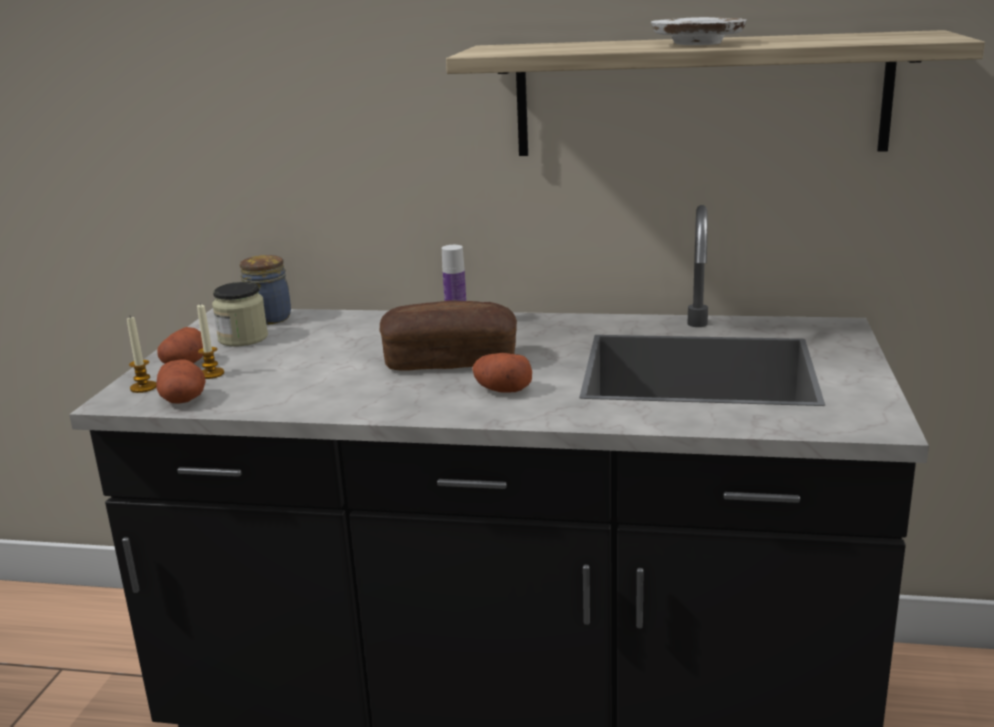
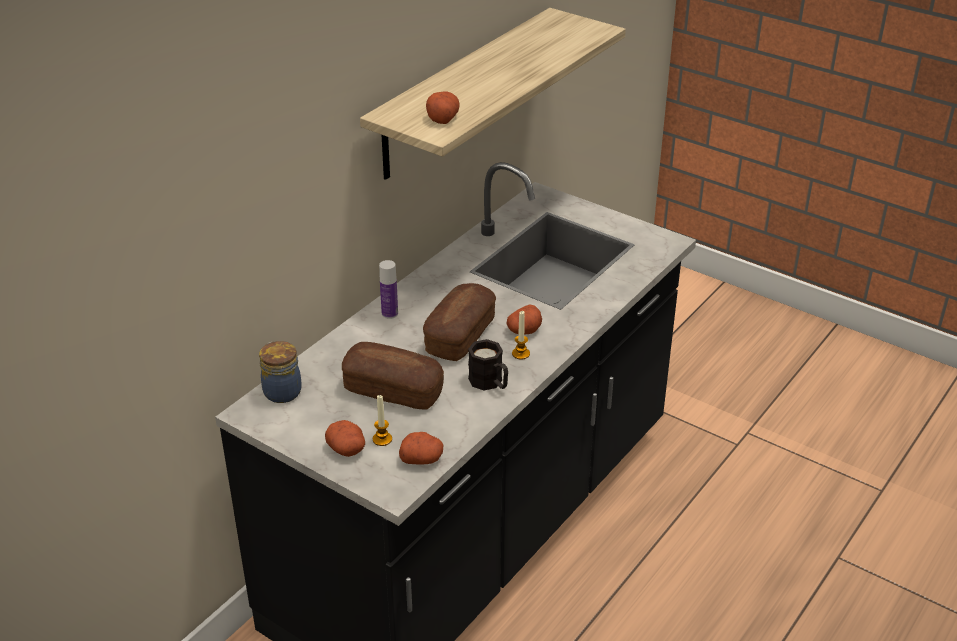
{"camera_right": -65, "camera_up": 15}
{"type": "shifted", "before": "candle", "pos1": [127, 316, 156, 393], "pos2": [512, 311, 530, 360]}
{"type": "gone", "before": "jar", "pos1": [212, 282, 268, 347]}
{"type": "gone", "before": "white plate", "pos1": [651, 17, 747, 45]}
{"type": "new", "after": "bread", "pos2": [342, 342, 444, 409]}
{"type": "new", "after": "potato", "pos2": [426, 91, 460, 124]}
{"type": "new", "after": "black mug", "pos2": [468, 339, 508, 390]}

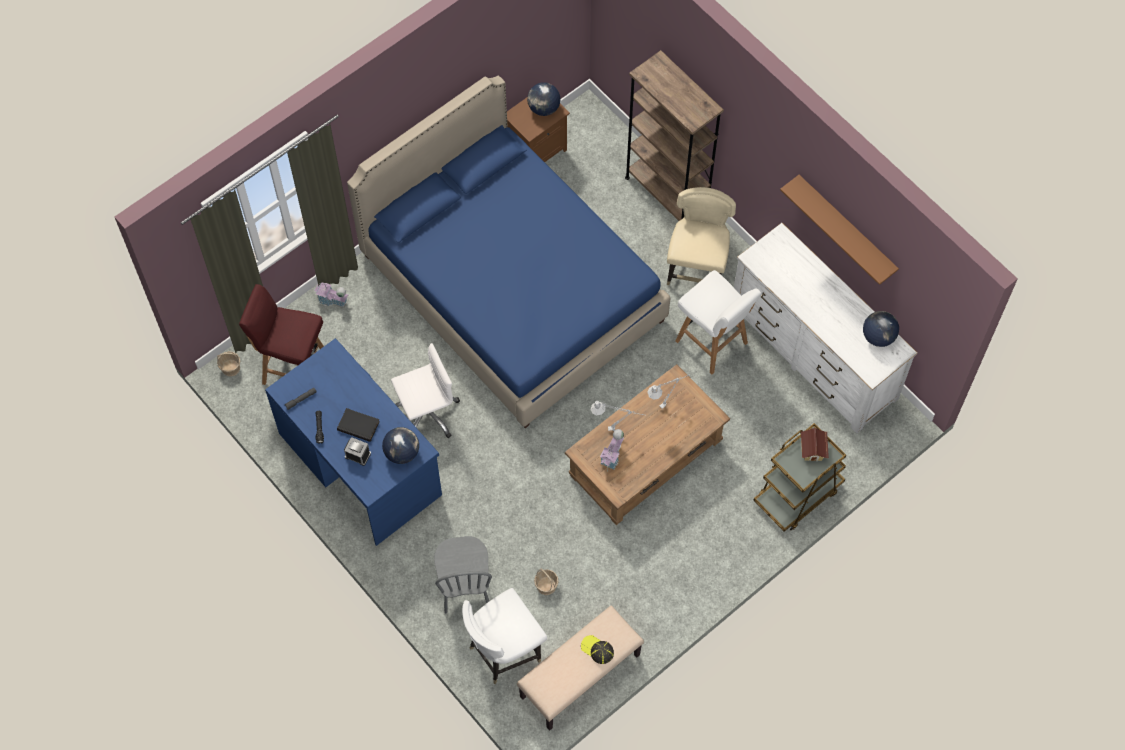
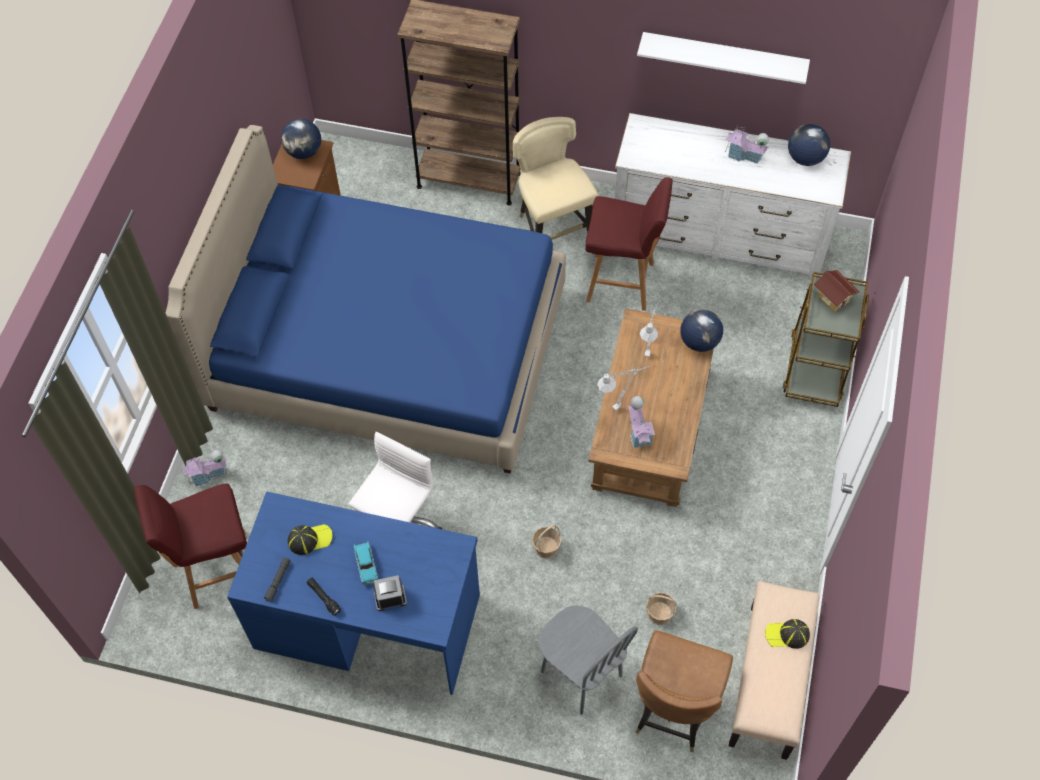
{"camera_right": -35, "camera_up": -5}
{"type": "shifted", "before": "basket", "pos1": [217, 351, 240, 376], "pos2": [532, 524, 561, 559]}
{"type": "swapped", "before": "black book", "after": "turquoise toy car", "pos1": [337, 408, 380, 442], "pos2": [353, 541, 378, 586]}
{"type": "shifted", "before": "globe", "pos1": [382, 427, 419, 464], "pos2": [680, 309, 723, 352]}
{"type": "repainted", "before": "white chair", "after": "brown chair", "pos1": [462, 588, 547, 685], "pos2": [636, 630, 733, 752]}
{"type": "repainted", "before": "white stool", "after": "red stool", "pos1": [675, 270, 761, 374], "pos2": [585, 177, 673, 311]}
{"type": "repainted", "before": "brown shelf", "after": "white shelf", "pos1": [780, 175, 899, 285], "pos2": [637, 32, 810, 84]}
{"type": "new", "after": "cap", "pos2": [288, 524, 333, 555]}
{"type": "new", "after": "toy house", "pos2": [725, 127, 769, 164]}

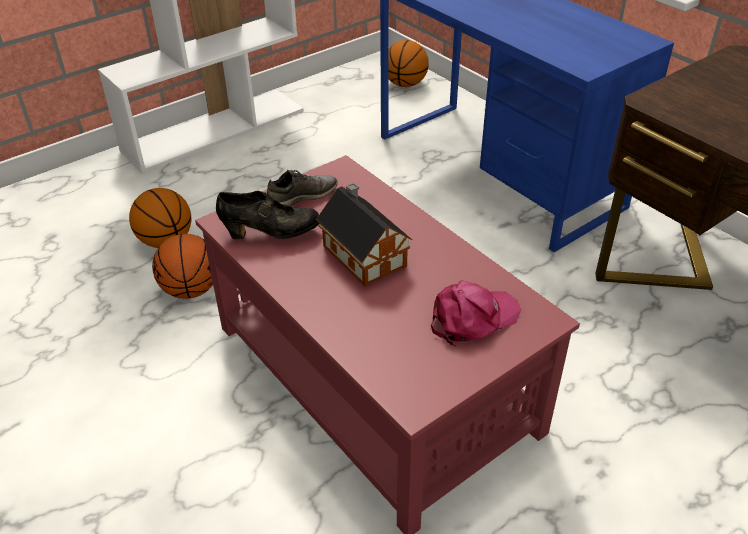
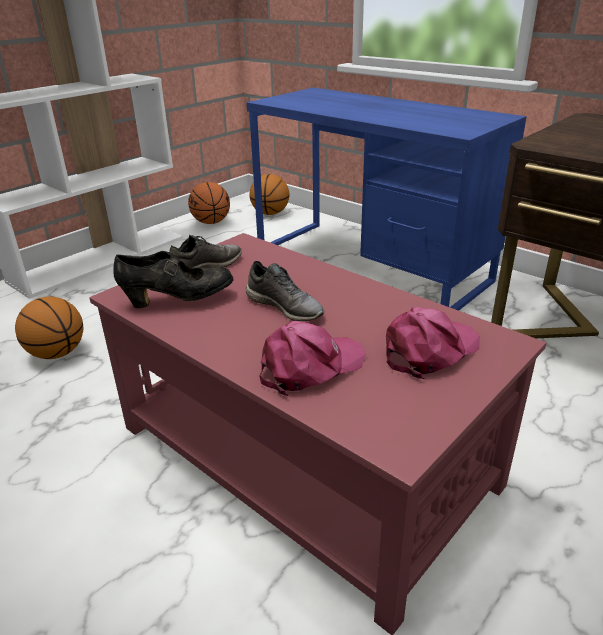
{"camera_right": -10, "camera_up": -10}
{"type": "shifted", "before": "basketball", "pos1": [152, 234, 213, 299], "pos2": [188, 182, 230, 224]}
{"type": "swapped", "before": "toy house", "after": "grey shoe", "pos1": [316, 183, 412, 287], "pos2": [246, 261, 324, 321]}
{"type": "new", "after": "pink cap", "pos2": [259, 321, 366, 396]}

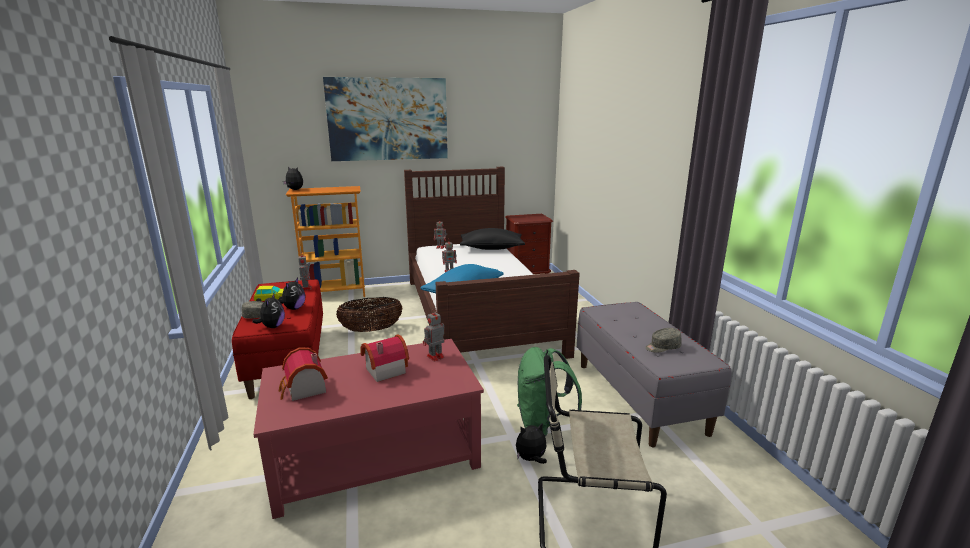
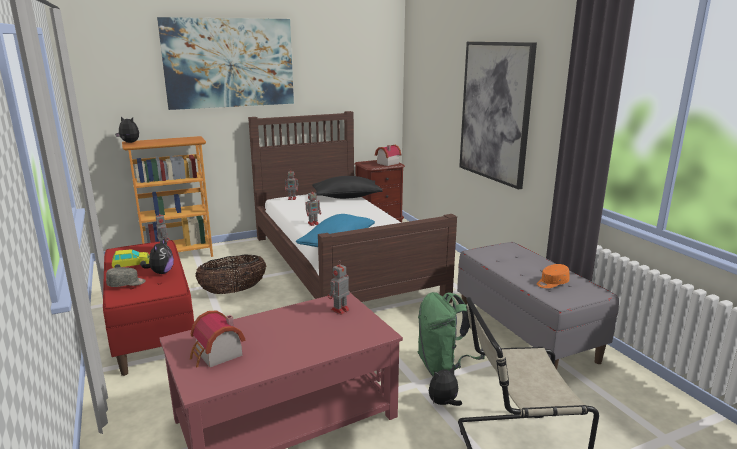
{"camera_right": -10, "camera_up": 0}
{"type": "gone", "before": "plush toy", "pos1": [252, 293, 285, 328]}
{"type": "shifted", "before": "toy house", "pos1": [360, 334, 409, 382], "pos2": [375, 145, 401, 166]}
{"type": "repainted", "before": "grey cap", "after": "orange cap", "pos1": [645, 328, 682, 352], "pos2": [537, 264, 570, 288]}
{"type": "new", "after": "picture", "pos2": [459, 42, 537, 190]}

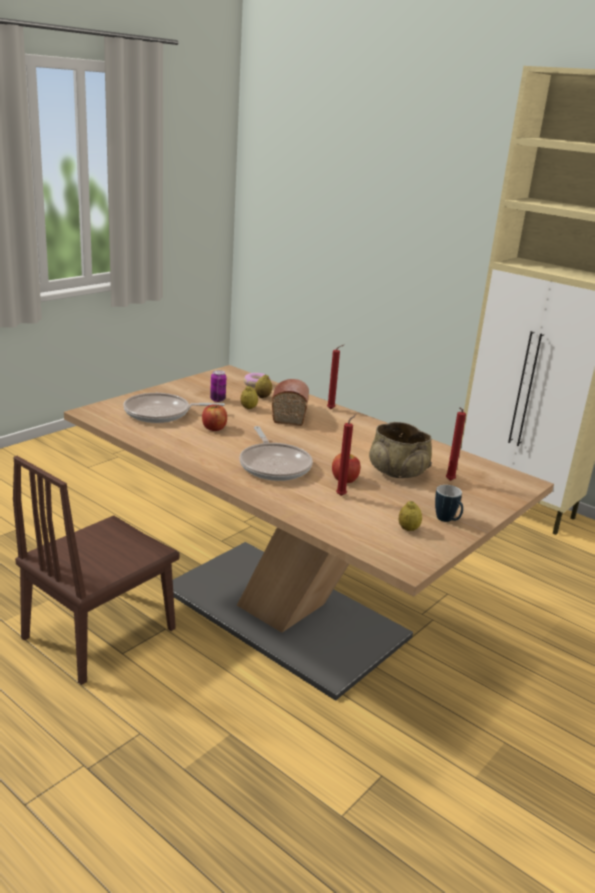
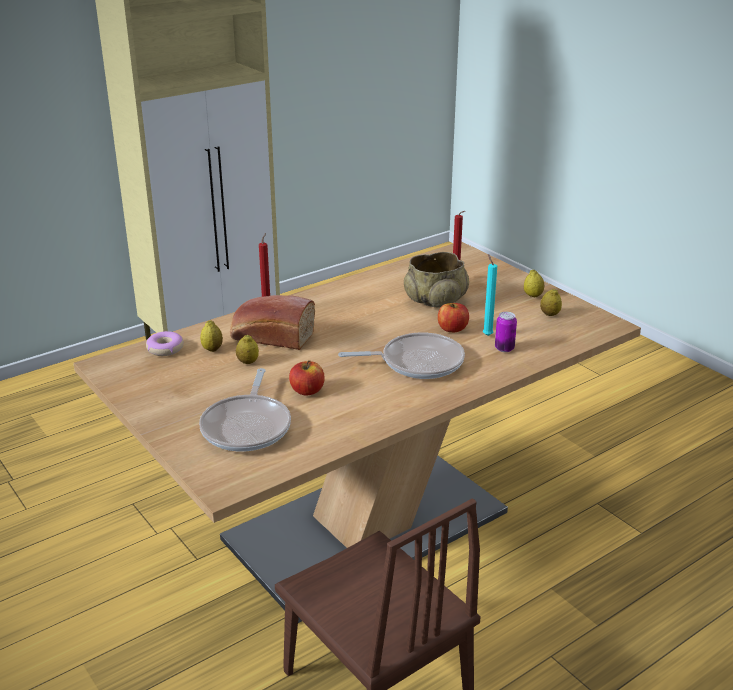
{"camera_right": -75, "camera_up": 5}
{"type": "shifted", "before": "can", "pos1": [210, 370, 226, 402], "pos2": [495, 312, 517, 352]}
{"type": "repainted", "before": "red candle", "after": "turquoise candle", "pos1": [336, 414, 356, 496], "pos2": [483, 254, 497, 336]}
{"type": "swapped", "before": "mug", "after": "lemon", "pos1": [435, 485, 463, 522], "pos2": [524, 270, 544, 297]}

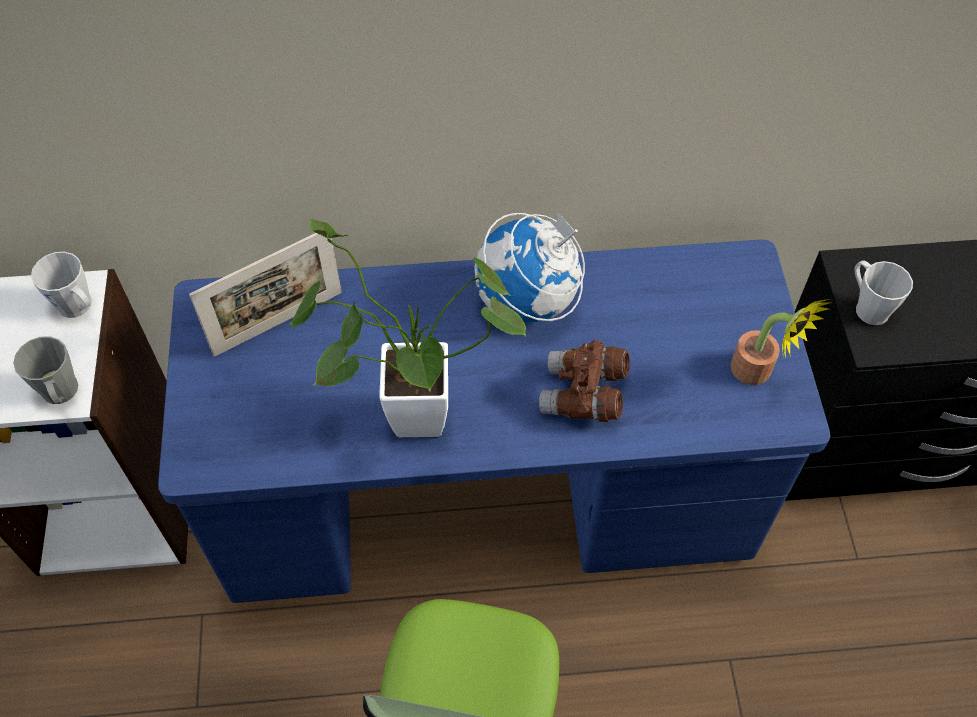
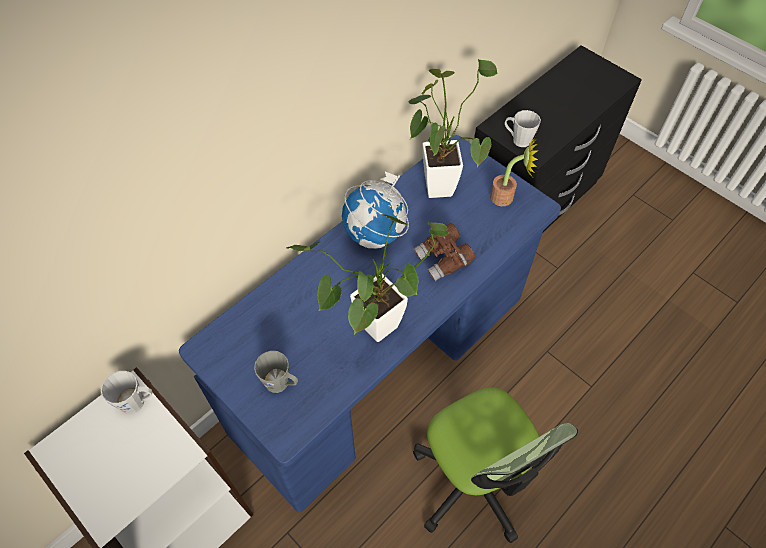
{"camera_right": -40, "camera_up": 0}
{"type": "shifted", "before": "grey mug", "pos1": [13, 336, 78, 404], "pos2": [254, 351, 298, 393]}
{"type": "gone", "before": "picture frame", "pos1": [189, 233, 342, 357]}
{"type": "new", "after": "potted plant", "pos2": [408, 59, 498, 198]}

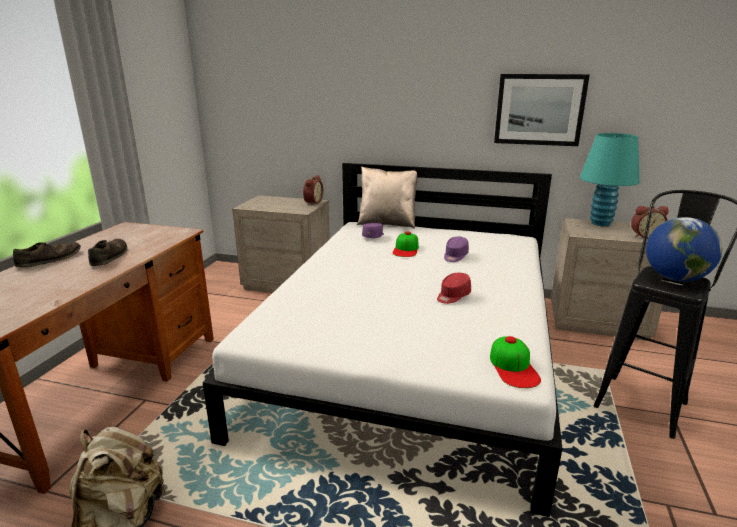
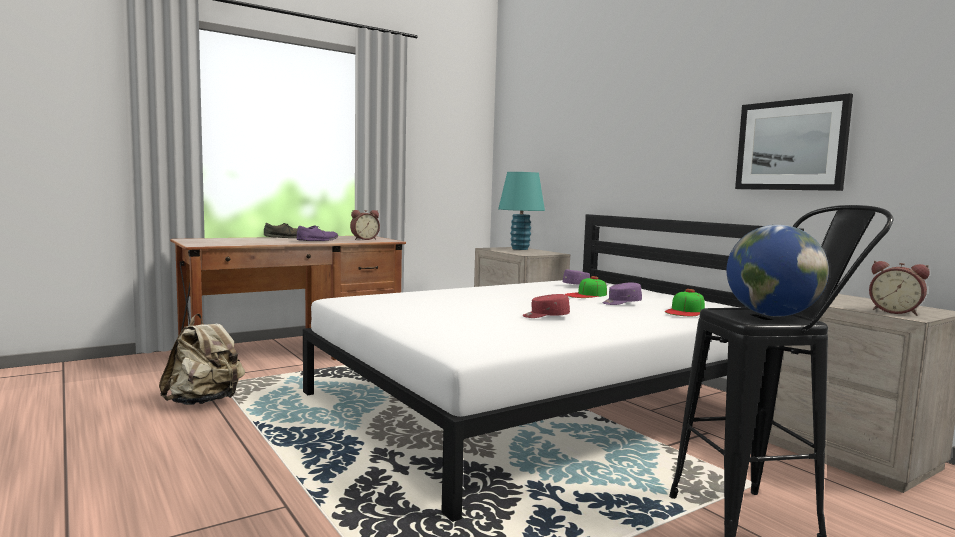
{"camera_right": 40, "camera_up": -15}
{"type": "repainted", "before": "brown shoe", "after": "purple shoe", "pos1": [88, 239, 127, 266], "pos2": [297, 225, 338, 241]}
{"type": "shifted", "before": "alarm clock", "pos1": [303, 175, 323, 205], "pos2": [350, 210, 380, 240]}
{"type": "gone", "before": "beige pillow", "pos1": [357, 167, 418, 229]}
{"type": "shifted", "before": "cap", "pos1": [490, 336, 541, 388], "pos2": [665, 289, 705, 316]}
{"type": "shifted", "before": "turquoise table lamp", "pos1": [580, 133, 639, 226], "pos2": [498, 172, 545, 250]}

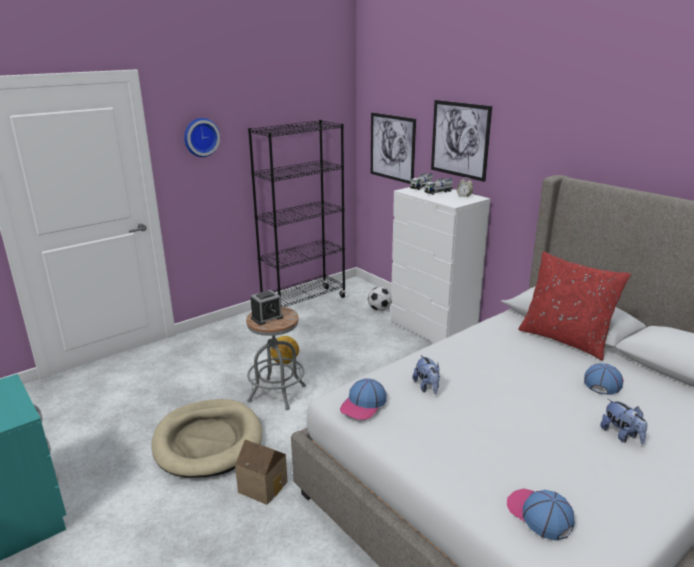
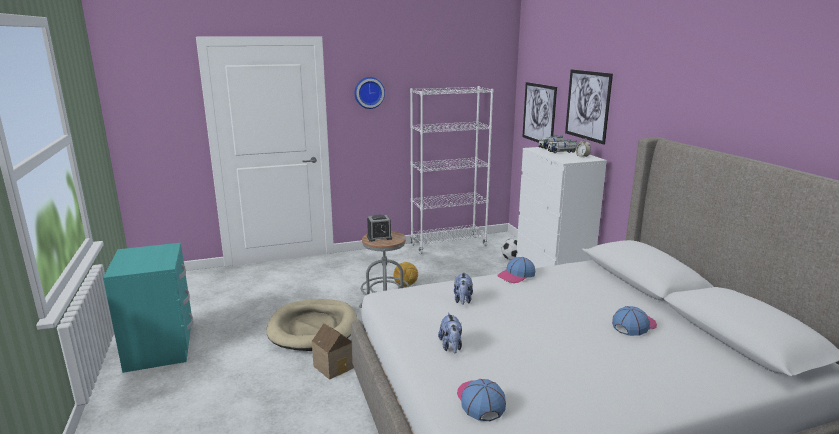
{"camera_right": 20, "camera_up": -5}
{"type": "repainted", "before": "black bookcase", "after": "white bookcase", "pos1": [248, 120, 346, 307], "pos2": [410, 86, 493, 255]}
{"type": "shifted", "before": "cap", "pos1": [340, 378, 387, 420], "pos2": [498, 257, 535, 283]}
{"type": "gone", "before": "red pillow", "pos1": [518, 252, 631, 361]}
{"type": "shifted", "before": "plush toy", "pos1": [600, 399, 647, 444], "pos2": [438, 313, 462, 353]}

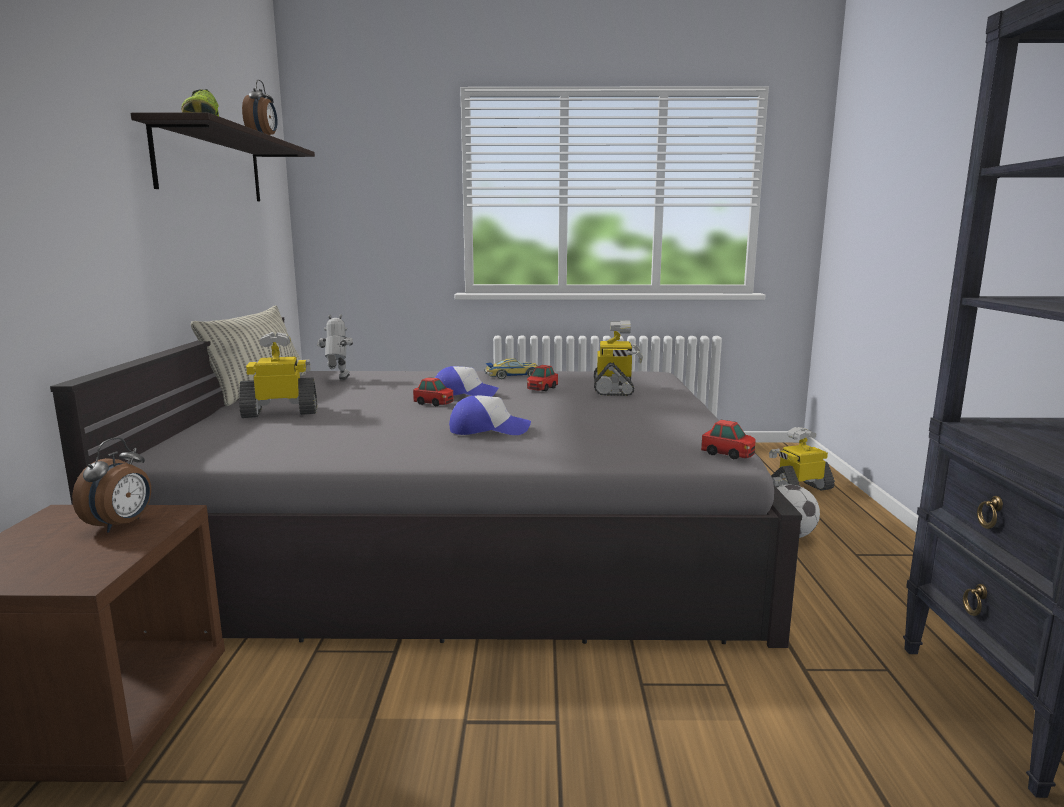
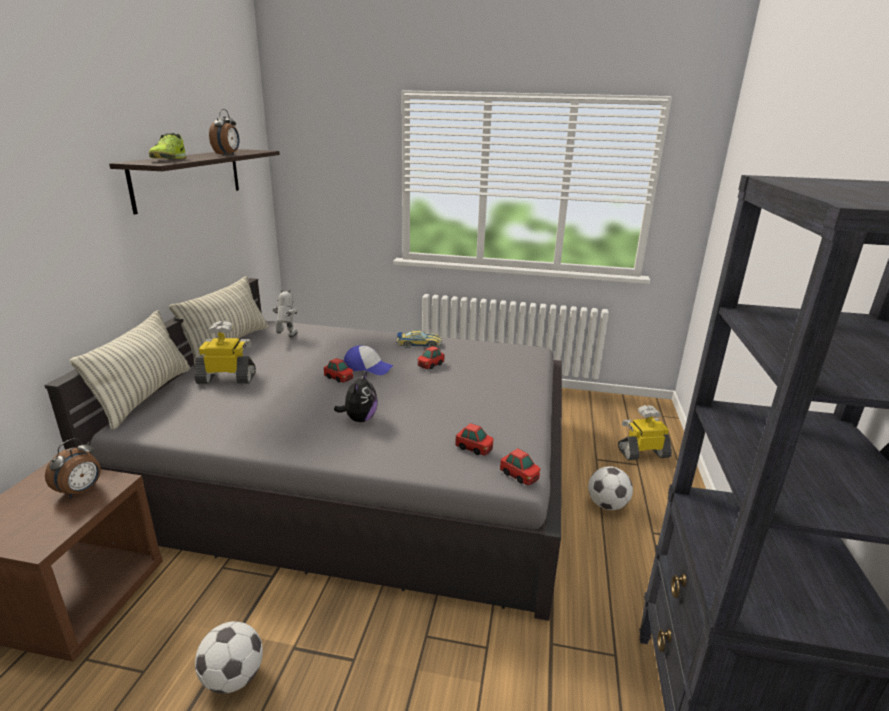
{"camera_right": 10, "camera_up": 10}
{"type": "swapped", "before": "cap", "after": "plush toy", "pos1": [449, 395, 531, 435], "pos2": [334, 372, 378, 422]}
{"type": "gone", "before": "toy robot", "pos1": [594, 320, 643, 396]}
{"type": "new", "after": "pillow", "pos2": [70, 310, 190, 431]}
{"type": "new", "after": "football", "pos2": [195, 621, 263, 694]}
{"type": "new", "after": "toy car", "pos2": [455, 423, 493, 456]}

